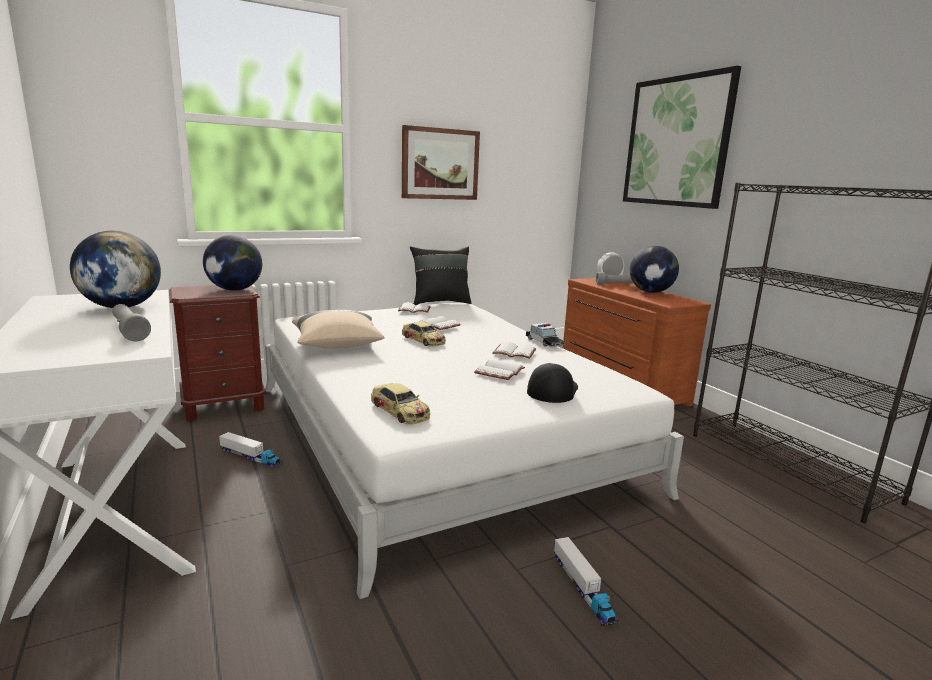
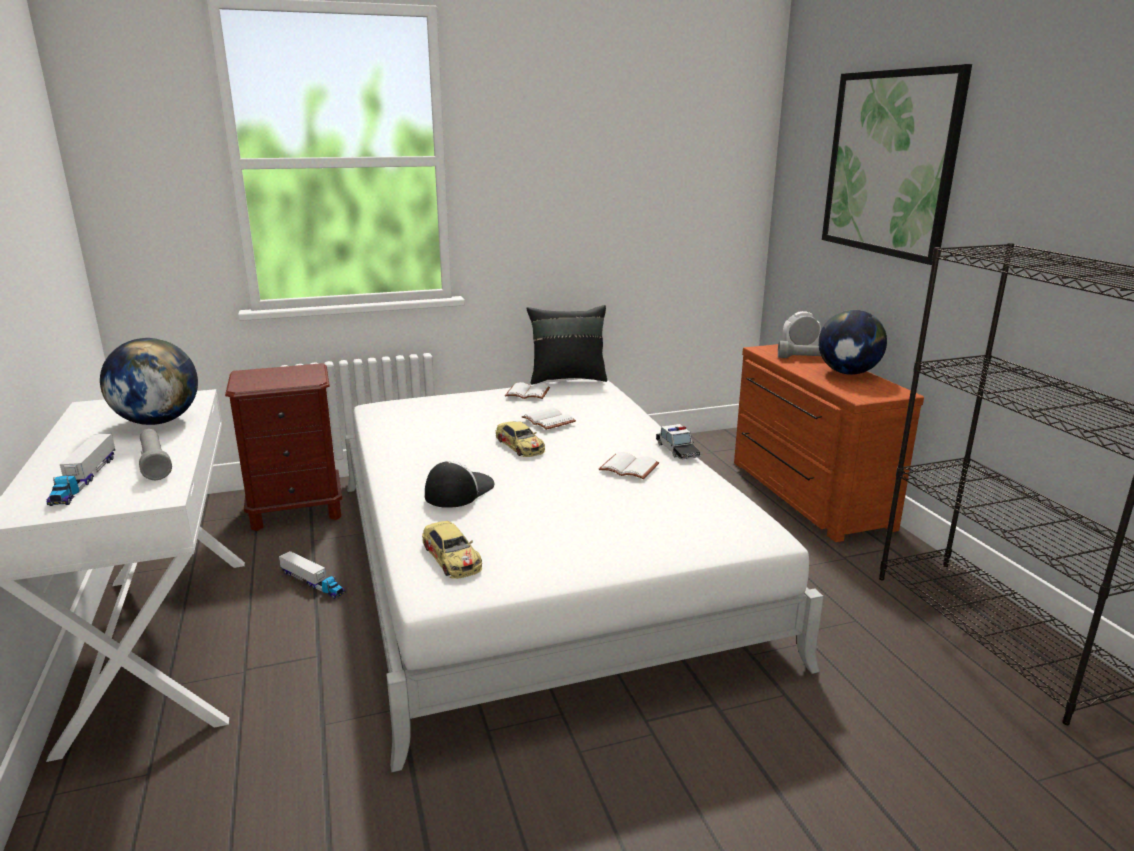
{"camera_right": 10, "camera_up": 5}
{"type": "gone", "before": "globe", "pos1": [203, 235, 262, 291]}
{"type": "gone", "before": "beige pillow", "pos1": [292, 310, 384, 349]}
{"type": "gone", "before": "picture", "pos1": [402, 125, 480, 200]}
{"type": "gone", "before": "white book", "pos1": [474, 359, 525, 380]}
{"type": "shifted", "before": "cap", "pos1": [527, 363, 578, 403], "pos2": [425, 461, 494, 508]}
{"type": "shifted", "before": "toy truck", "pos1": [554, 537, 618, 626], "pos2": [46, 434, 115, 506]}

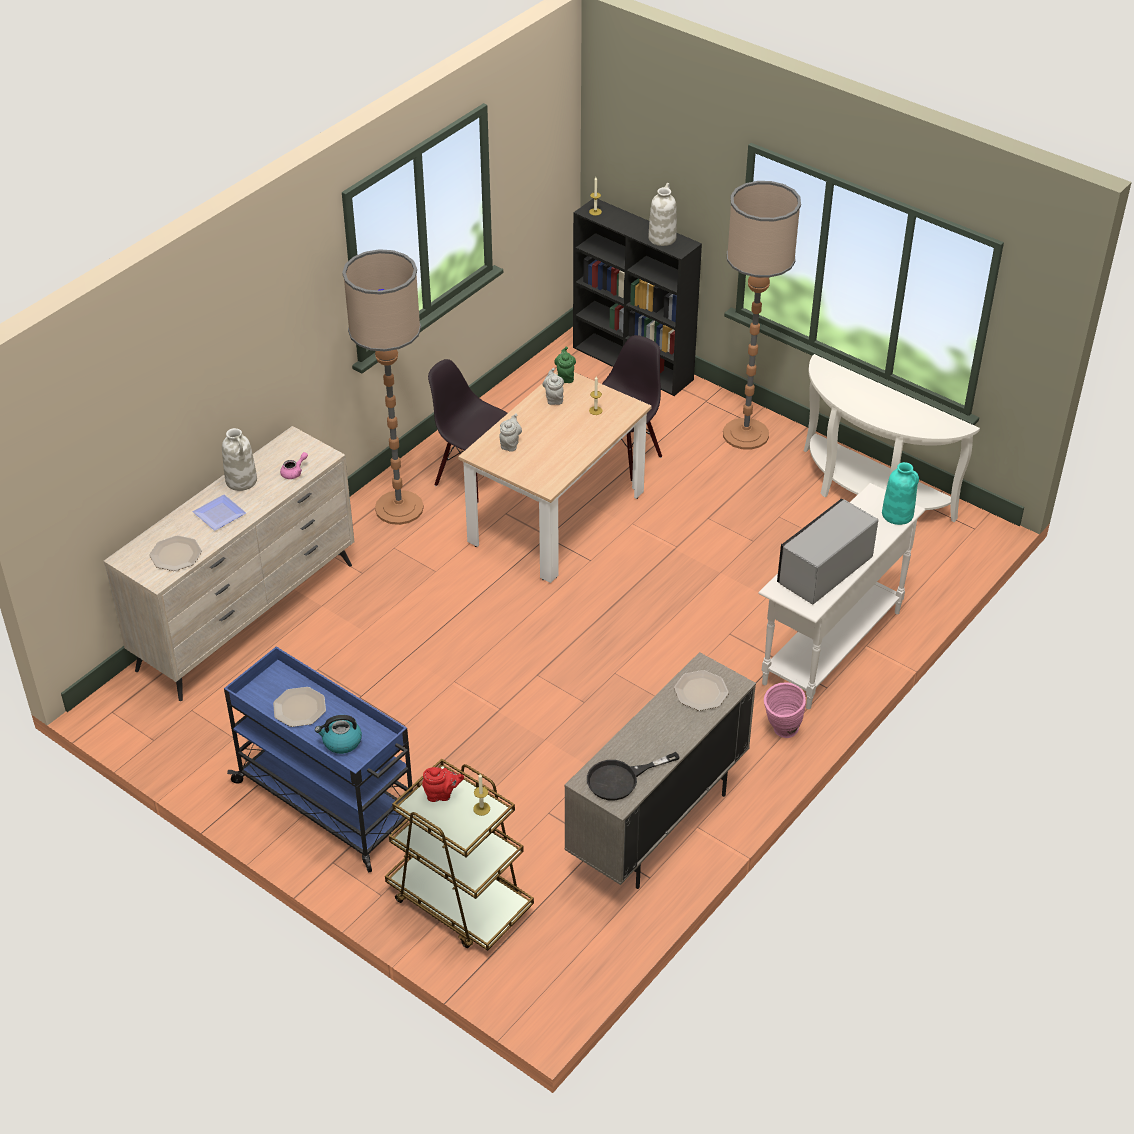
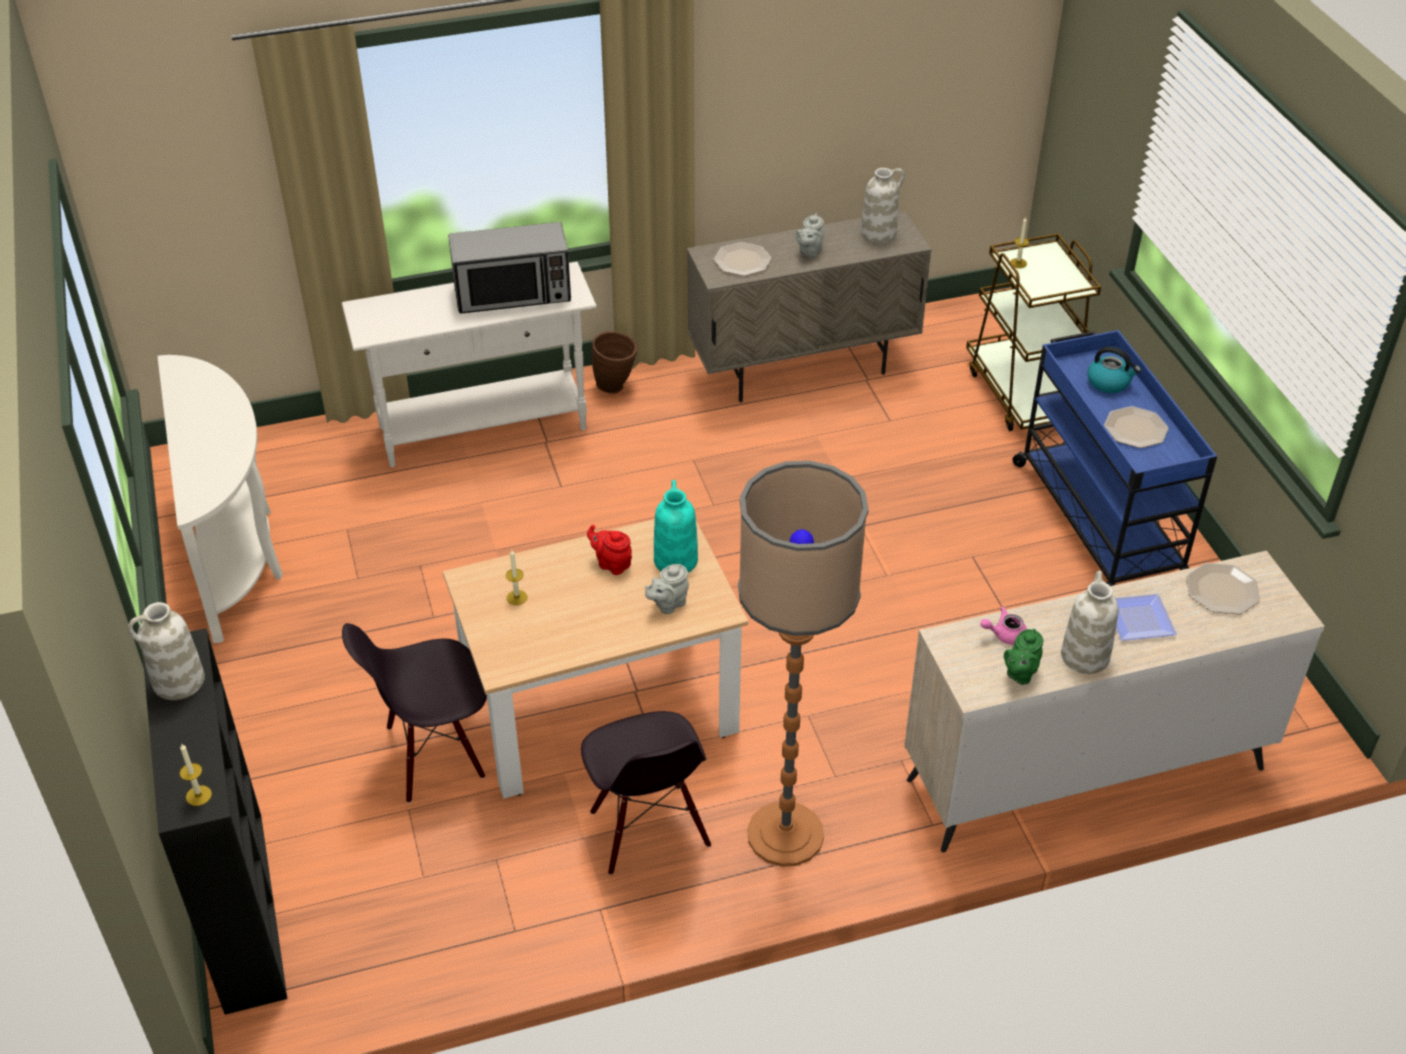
{"camera_right": -145, "camera_up": 0}
{"type": "shifted", "before": "red teapot", "pos1": [422, 767, 464, 802], "pos2": [587, 525, 632, 575]}
{"type": "shifted", "before": "grey teapot", "pos1": [543, 368, 564, 405], "pos2": [796, 213, 824, 258]}
{"type": "shifted", "before": "green teapot", "pos1": [554, 347, 576, 383], "pos2": [1004, 629, 1043, 685]}
{"type": "swapped", "before": "black frying pan", "after": "white vase", "pos1": [587, 752, 680, 800], "pos2": [861, 168, 905, 243]}
{"type": "gone", "before": "floor lamp", "pos1": [723, 181, 801, 450]}
{"type": "repainted", "before": "pink vase", "after": "brown vase", "pos1": [764, 683, 806, 738], "pos2": [592, 331, 637, 394]}
{"type": "shifted", "before": "turquoise vase", "pos1": [882, 462, 919, 525], "pos2": [654, 480, 698, 573]}

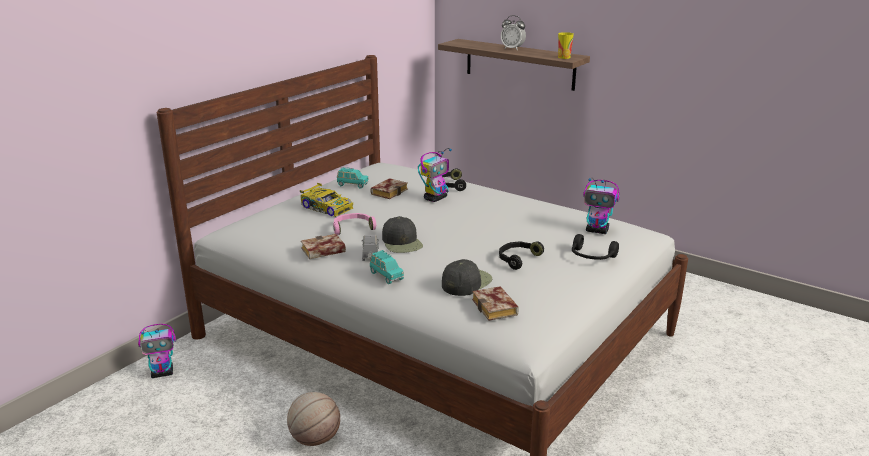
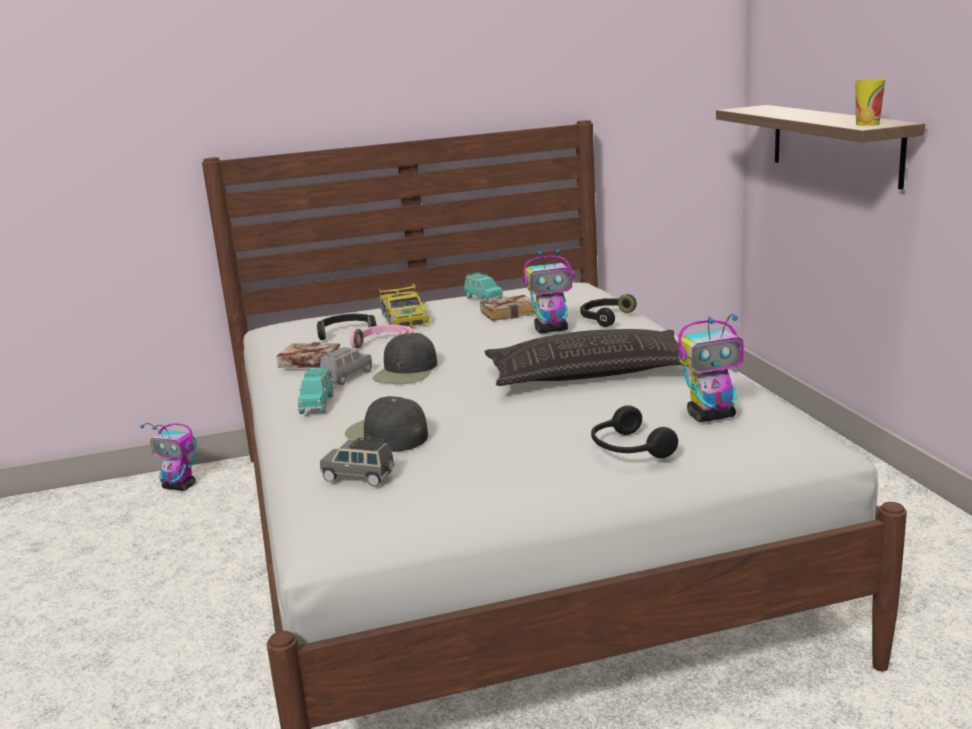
{"camera_right": 40, "camera_up": -5}
{"type": "gone", "before": "basketball", "pos1": [287, 392, 340, 446]}
{"type": "rotated", "before": "black cap", "pos1": [442, 259, 492, 296], "pos2": [345, 396, 428, 452], "turn": -120}
{"type": "swapped", "before": "book", "after": "grey toy car", "pos1": [472, 286, 519, 321], "pos2": [320, 438, 394, 486]}
{"type": "shifted", "before": "black headphones", "pos1": [499, 241, 544, 270], "pos2": [317, 314, 376, 340]}
{"type": "gone", "before": "alarm clock", "pos1": [501, 15, 526, 50]}
{"type": "rotated", "before": "toy robot", "pos1": [583, 178, 620, 234], "pos2": [678, 314, 743, 422], "turn": -75}
{"type": "new", "after": "pillow", "pos2": [485, 329, 682, 386]}

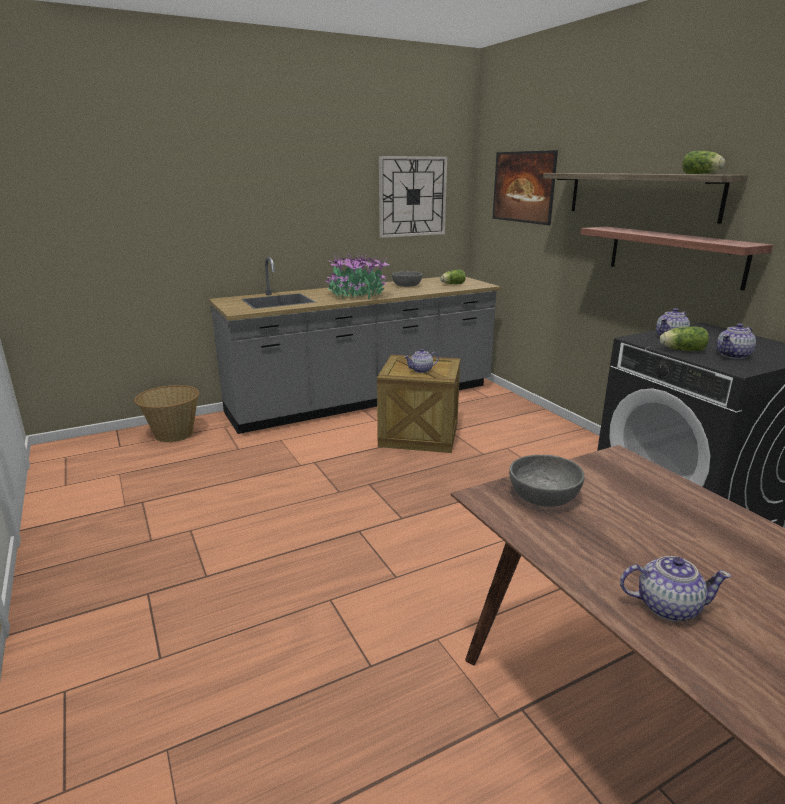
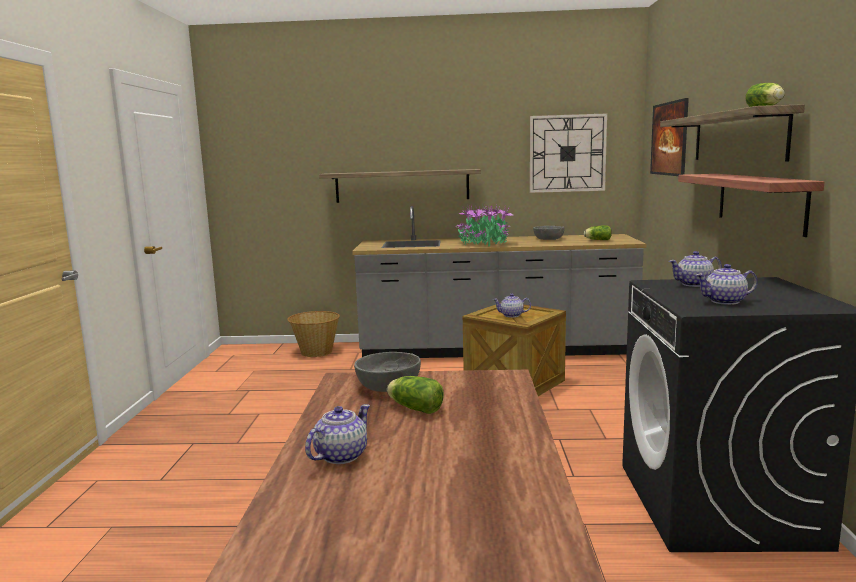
{"camera_right": 30, "camera_up": -10}
{"type": "rotated", "before": "teapot", "pos1": [620, 556, 731, 621], "pos2": [305, 404, 370, 464], "turn": -90}
{"type": "shifted", "before": "lettuce", "pos1": [660, 327, 709, 351], "pos2": [387, 376, 444, 414]}
{"type": "new", "after": "shelf", "pos2": [319, 169, 481, 203]}

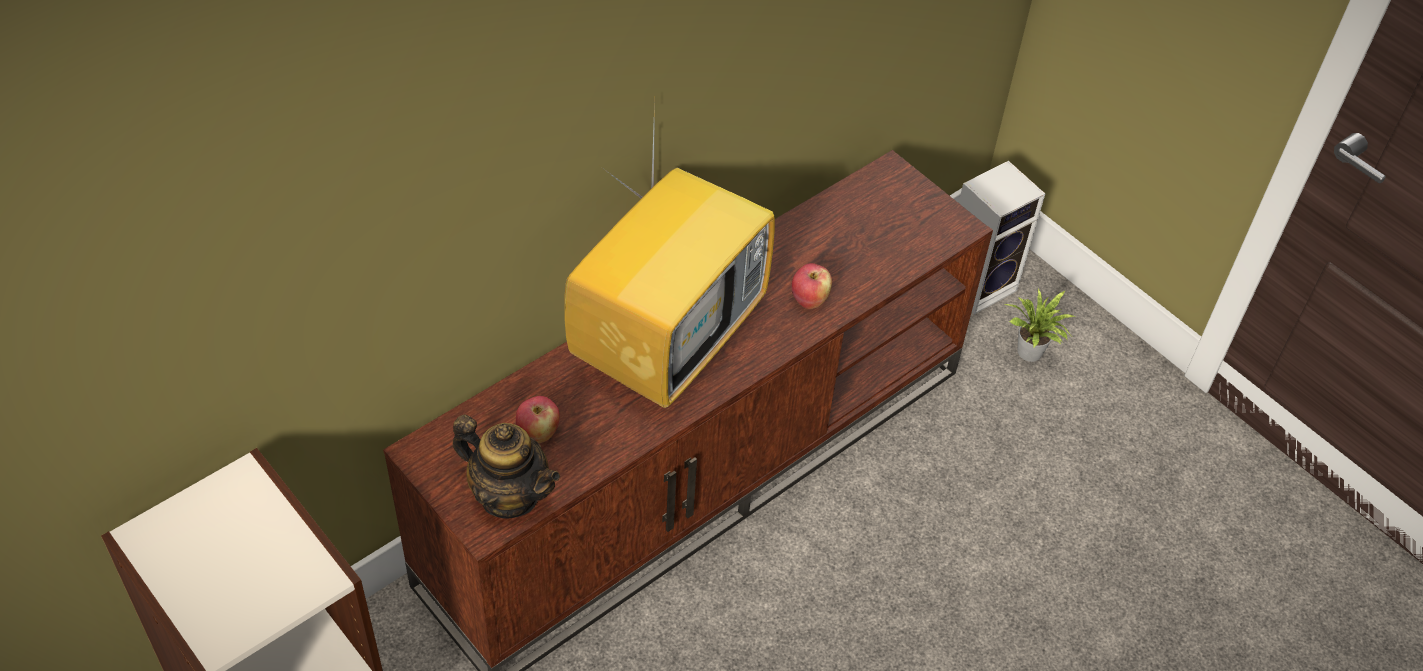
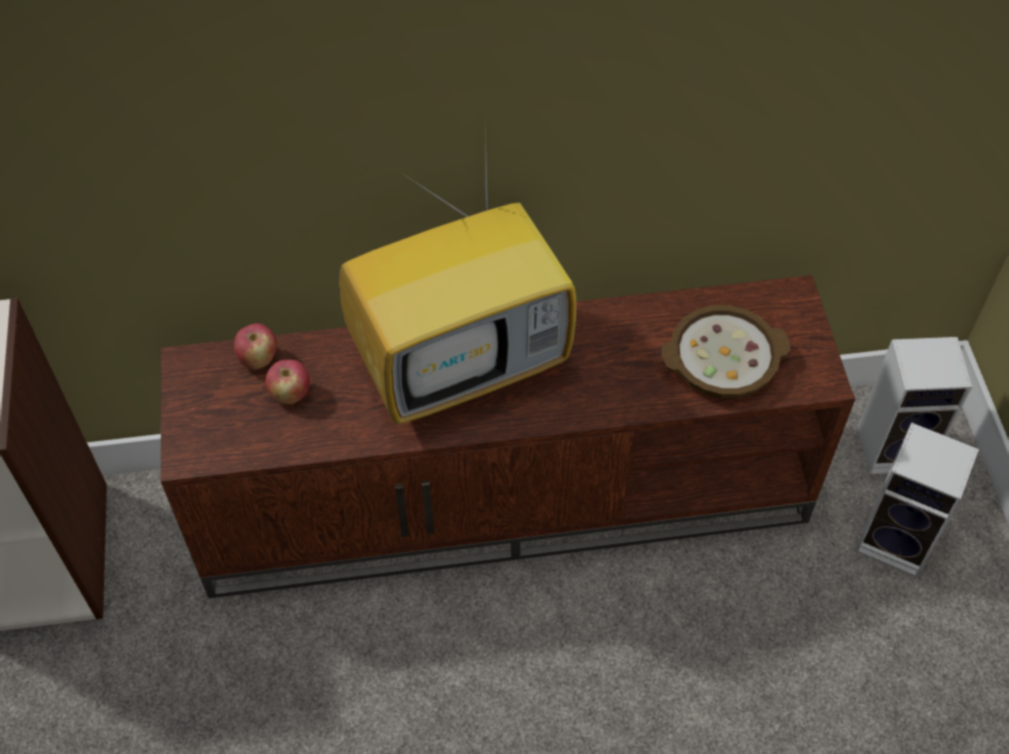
{"camera_right": 35, "camera_up": 5}
{"type": "gone", "before": "teapot", "pos1": [453, 415, 560, 518]}
{"type": "shifted", "before": "apple", "pos1": [792, 263, 832, 309], "pos2": [234, 323, 277, 369]}
{"type": "swapped", "before": "potted plant", "after": "speaker", "pos1": [1003, 288, 1075, 362], "pos2": [855, 422, 979, 577]}
{"type": "new", "after": "bowl", "pos2": [661, 305, 791, 399]}

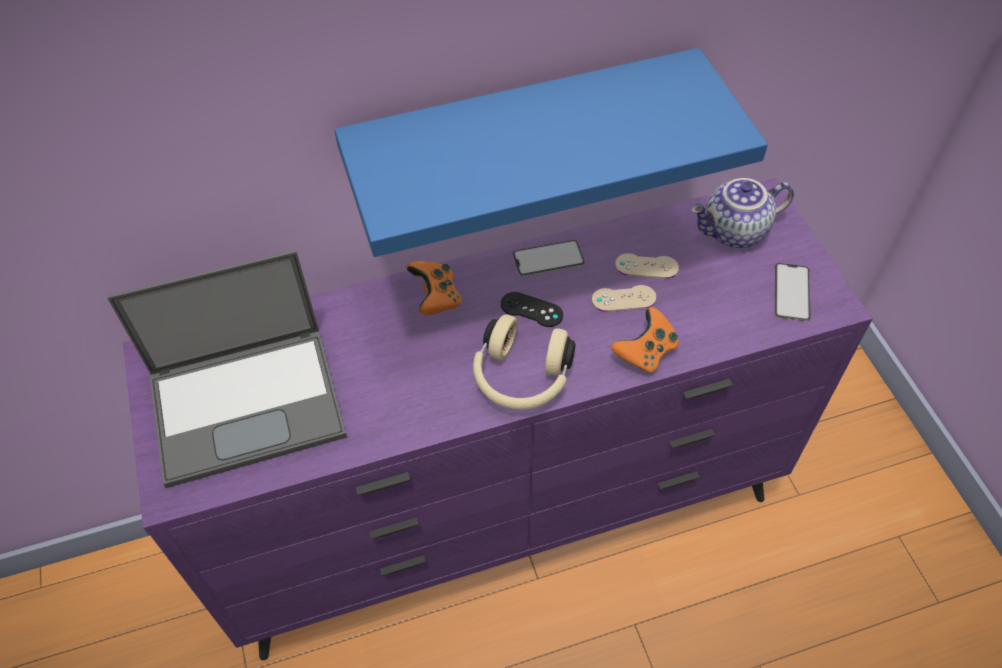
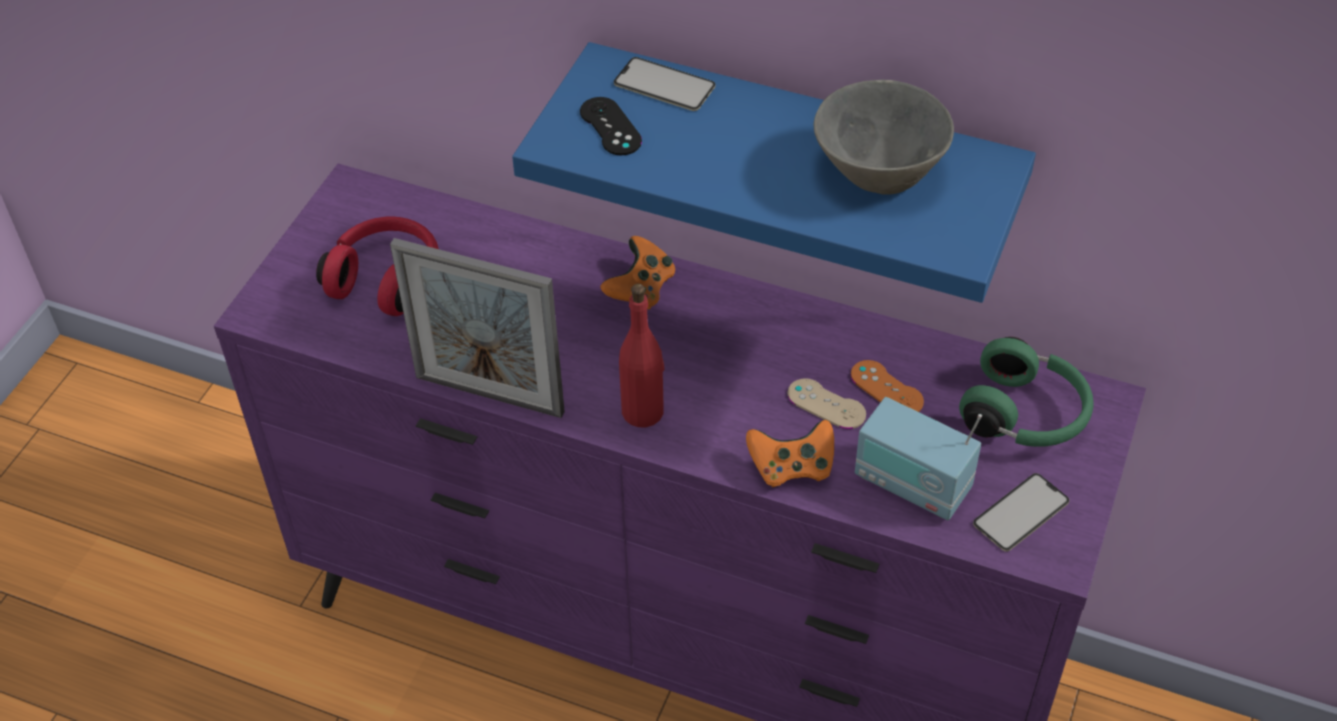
{"camera_right": 40, "camera_up": -5}
{"type": "swapped", "before": "laptop", "after": "red headphones", "pos1": [107, 250, 347, 488], "pos2": [316, 217, 439, 316]}
{"type": "swapped", "before": "beige headphones", "after": "red bottle", "pos1": [473, 314, 575, 409], "pos2": [619, 284, 664, 428]}
{"type": "shifted", "before": "black game controller", "pos1": [501, 292, 563, 327], "pos2": [580, 97, 642, 155]}
{"type": "shifted", "before": "phone", "pos1": [513, 240, 585, 277], "pos2": [614, 57, 715, 111]}
{"type": "repainted", "before": "beige game controller", "after": "orange game controller", "pos1": [615, 253, 679, 278], "pos2": [851, 360, 924, 412]}
{"type": "swapped", "before": "teapot", "after": "green headphones", "pos1": [690, 178, 794, 248], "pos2": [959, 337, 1094, 447]}
{"type": "new", "after": "picture frame", "pos2": [390, 238, 565, 418]}
{"type": "new", "after": "grey bowl", "pos2": [814, 80, 954, 195]}
{"type": "new", "after": "radio", "pos2": [855, 397, 982, 520]}

